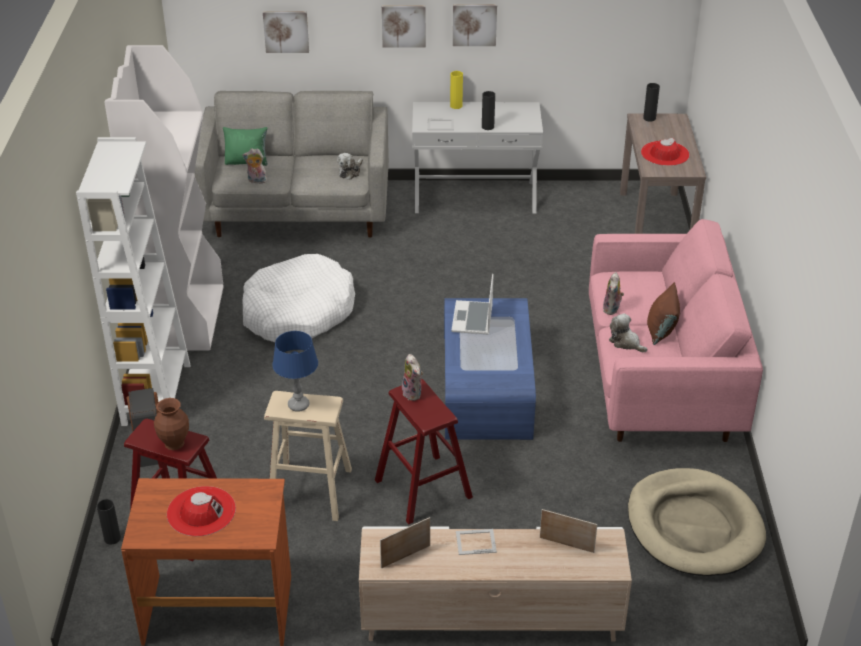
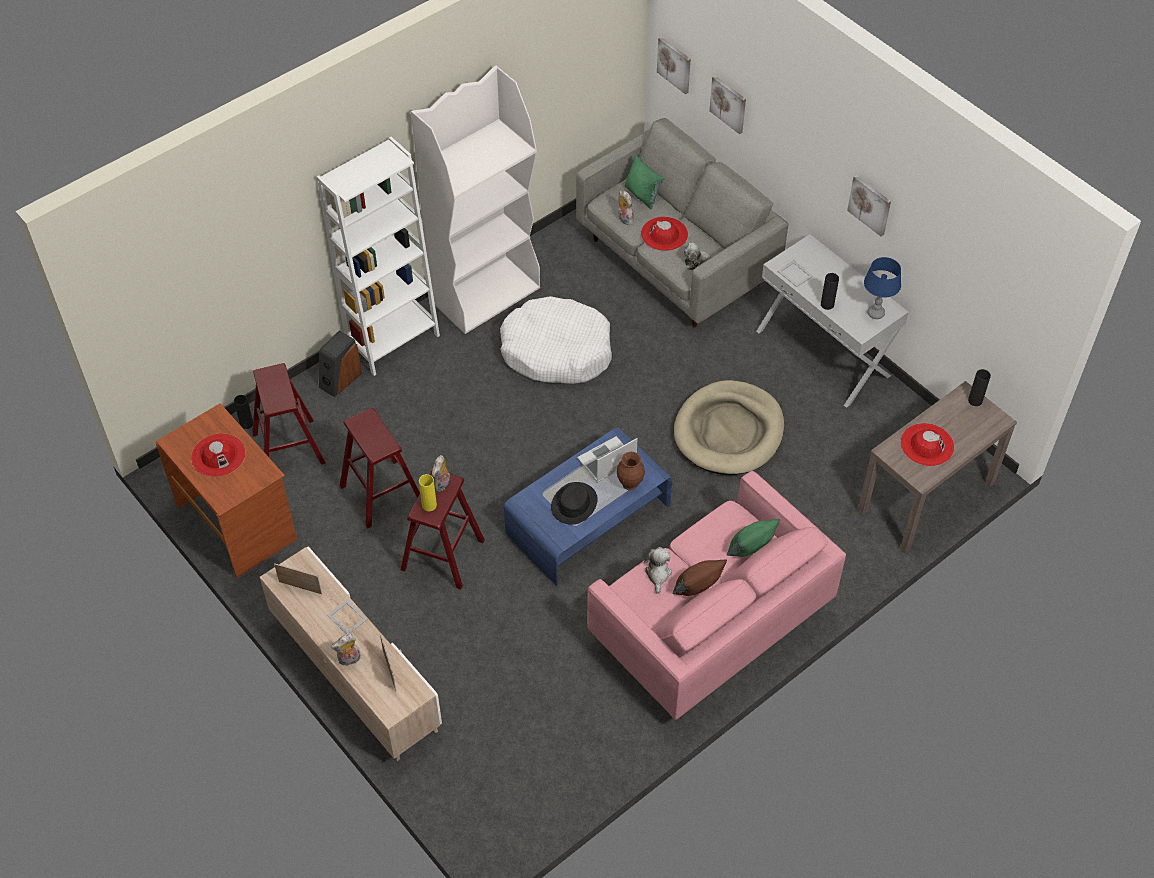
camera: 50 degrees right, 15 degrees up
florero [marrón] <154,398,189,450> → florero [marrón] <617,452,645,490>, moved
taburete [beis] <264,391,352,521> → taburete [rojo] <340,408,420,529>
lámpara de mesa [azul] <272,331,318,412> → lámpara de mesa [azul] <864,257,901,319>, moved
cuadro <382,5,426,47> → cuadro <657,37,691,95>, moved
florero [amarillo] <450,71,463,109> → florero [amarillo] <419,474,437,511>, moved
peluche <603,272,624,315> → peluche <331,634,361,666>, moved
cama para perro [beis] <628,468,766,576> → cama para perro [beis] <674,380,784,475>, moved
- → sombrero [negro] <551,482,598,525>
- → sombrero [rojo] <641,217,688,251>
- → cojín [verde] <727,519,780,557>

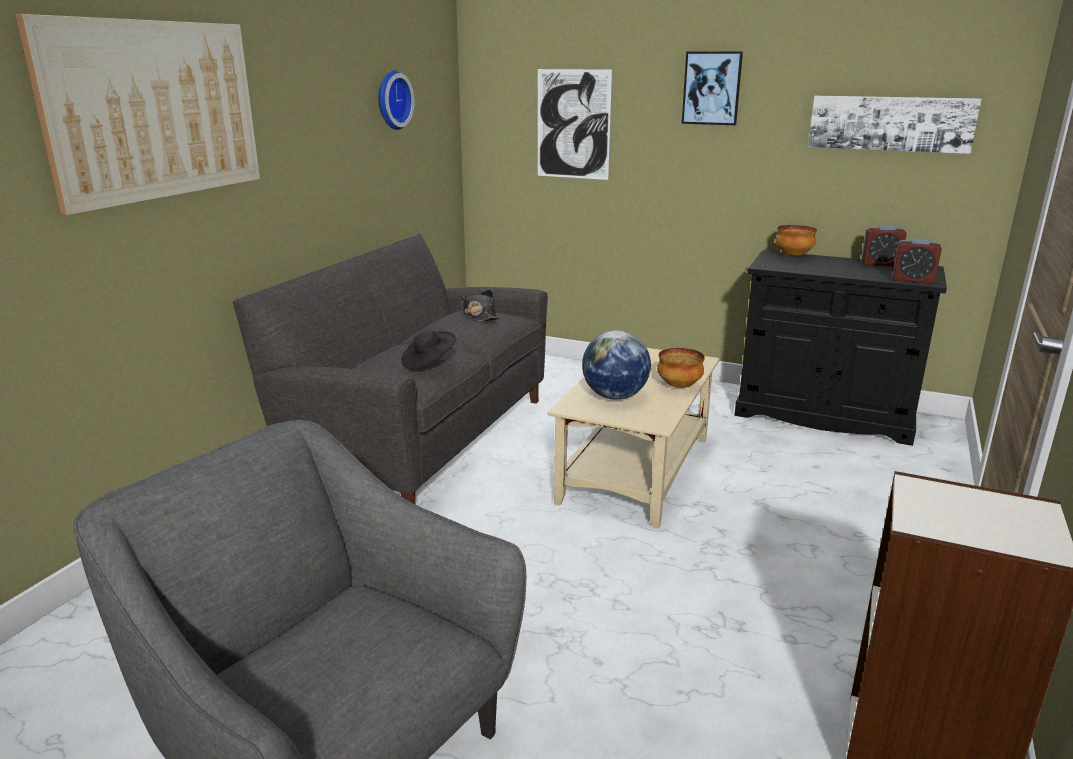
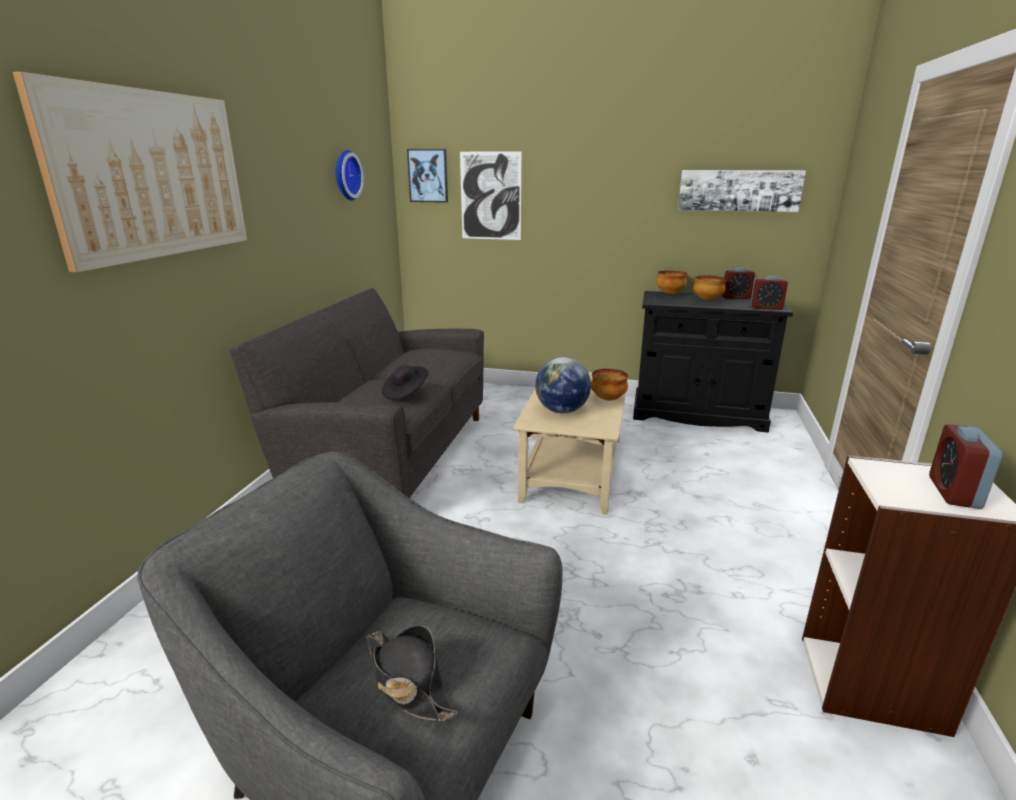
camera: 10 degrees left, 0 degrees up
sombrero [negro] <461,290,500,321> → sombrero [negro] <367,625,457,722>, moved
cuadro <682,51,743,125> → cuadro <407,149,448,203>, moved
- → cuenco <693,276,727,301>
- → despertador <929,424,1002,509>

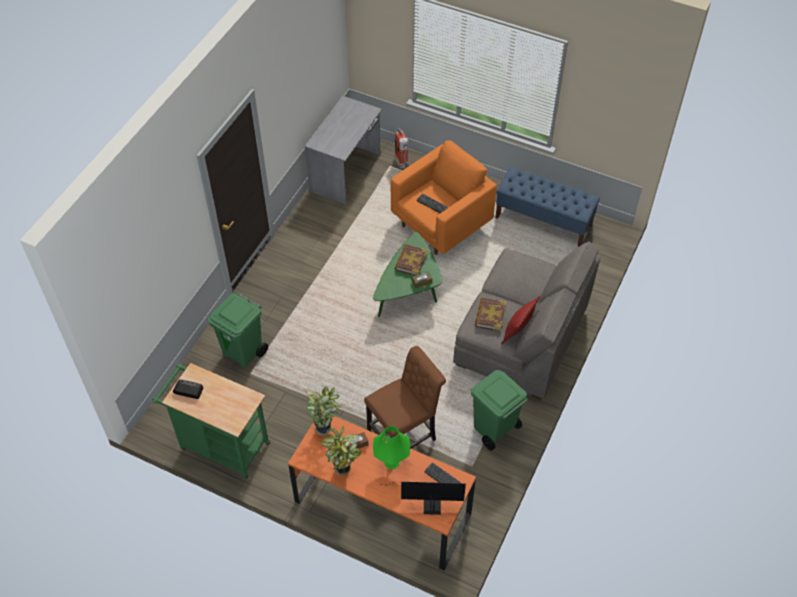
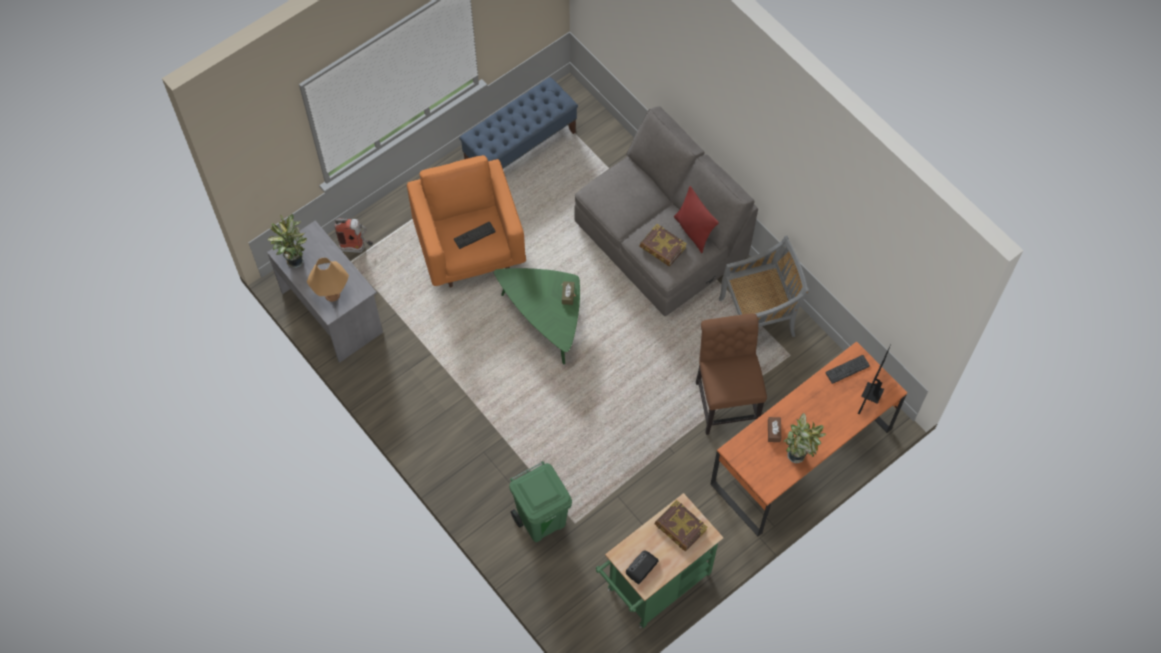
camera: 65 degrees left, 10 degrees up
planta en maceta <305,386,342,435> → planta en maceta <268,214,307,268>, moved
lámpara de mesa [verde] <373,426,410,469> → -
libro <395,244,427,276> → libro <654,500,707,551>, moved
papelera [verde] <471,370,528,451> → silla [gris] <719,236,809,337>
- → lámpara de mesa [naranja] <307,258,349,302>

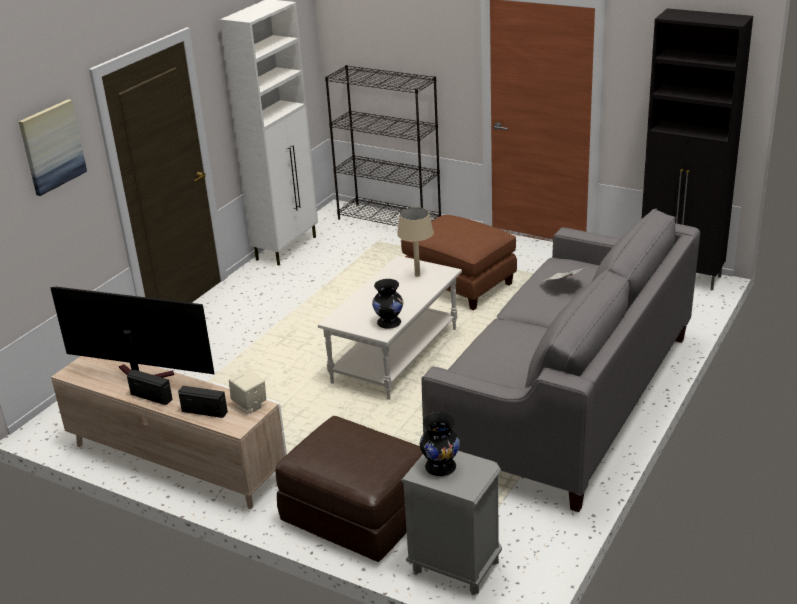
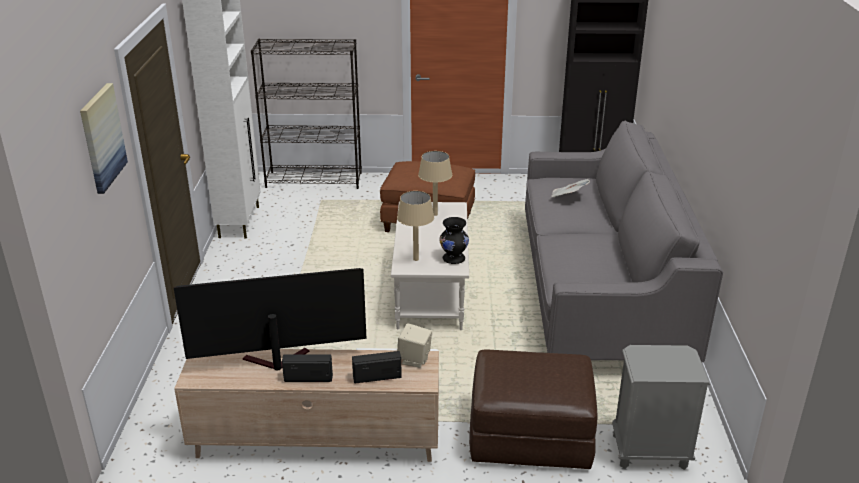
camera: 30 degrees left, 0 degrees up
florero [negro] <420,412,460,476> → -
- → lámpara de mesa [beis] <397,191,434,261>

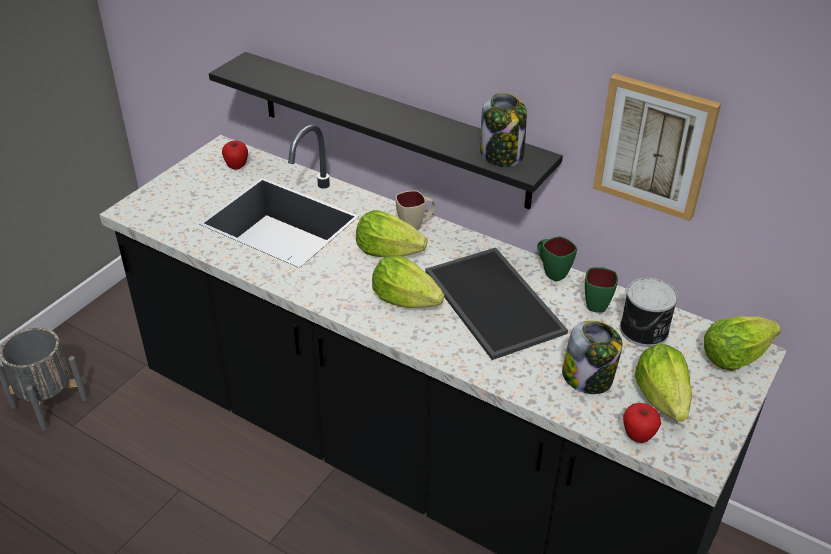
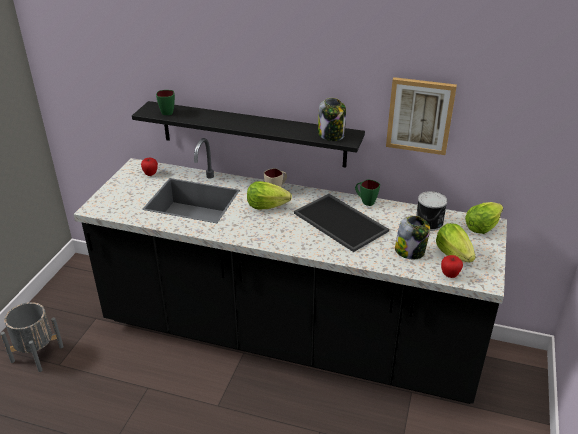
camera: 15 degrees left, 5 degrees down
lechuga <372,255,445,308> → -
taza grande [verde] <585,267,618,313> → taza grande [verde] <156,90,175,115>, moved

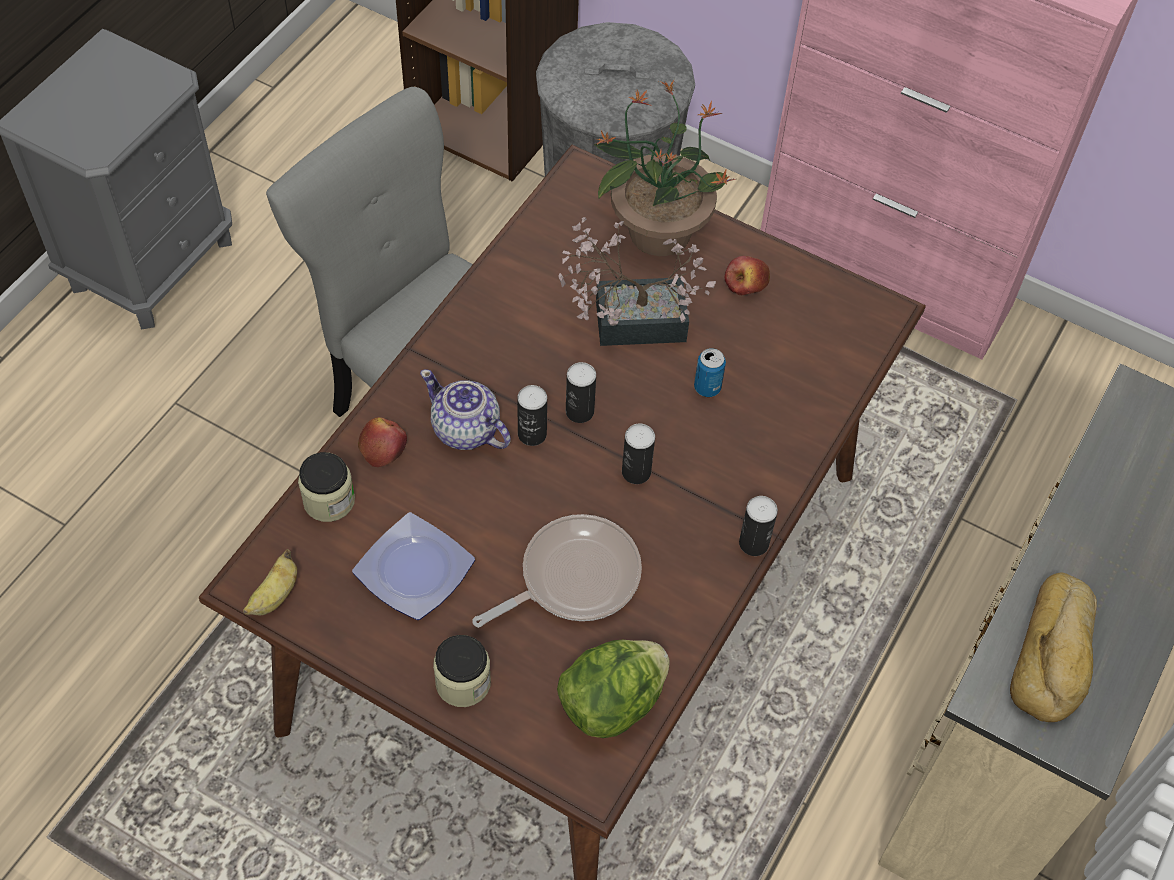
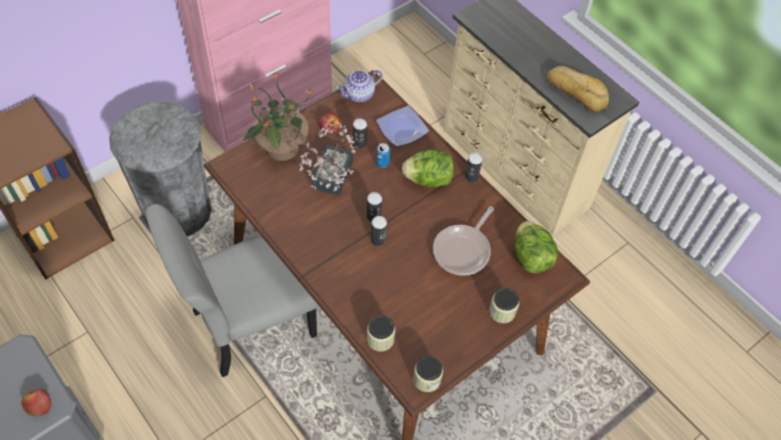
camera: 70 degrees left, 0 degrees up
plátano <243,549,297,615> → tarro <413,355,443,392>
plato <352,512,475,620> → plato <376,106,429,147>, moved
manzana <358,417,407,467> → manzana <21,388,51,416>, moved
tetera <420,370,511,450> → tetera <336,70,382,103>, moved
sartén <472,514,642,628> → sartén <433,206,494,276>, 135 degrees counterclockwise
lata <622,424,655,484> → lata <353,118,367,149>, moved
- → lechuga <402,149,454,188>

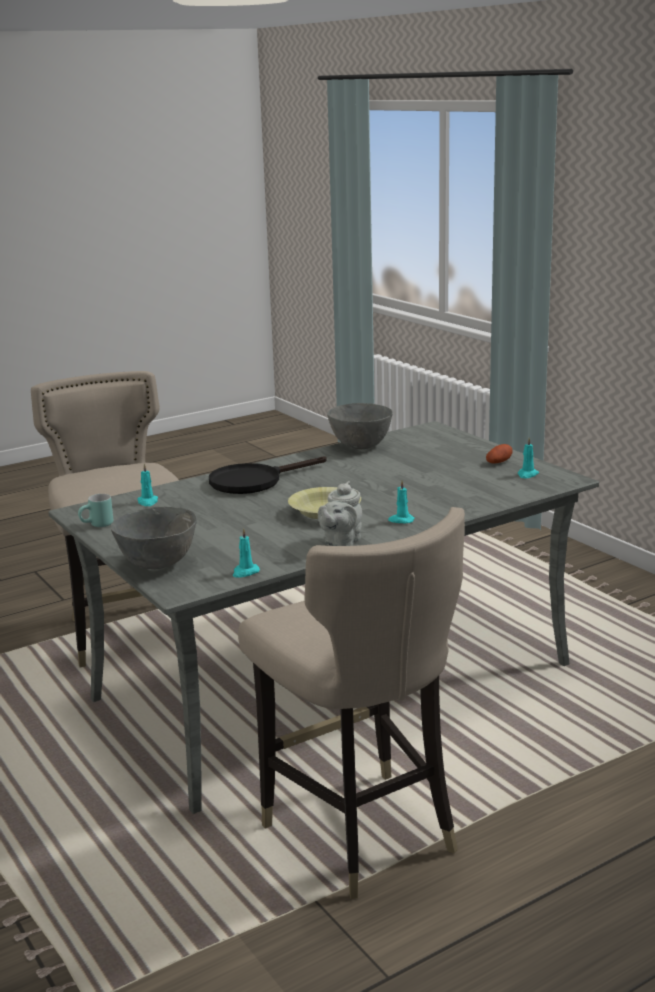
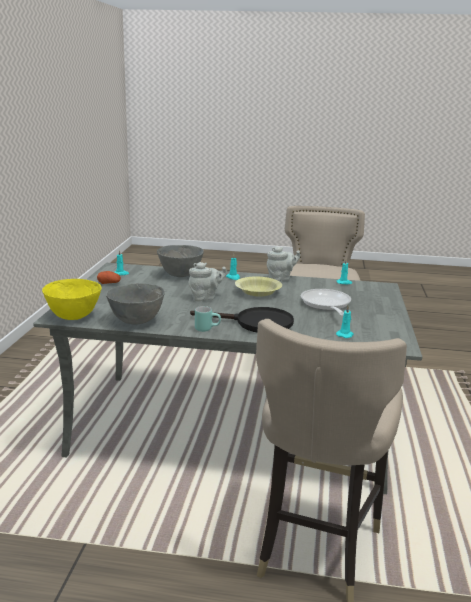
camera: 140 degrees left, 0 degrees up
taza grande [turquesa] <78,494,113,527> → taza grande [turquesa] <195,306,221,332>, moved
cuenco [gris] <111,507,197,569> → cuenco [gris] <157,245,204,277>, moved
- → cuenco [amarillo] <42,279,102,320>
- → tetera [gris] <188,262,227,301>
- → sartén <301,289,351,316>

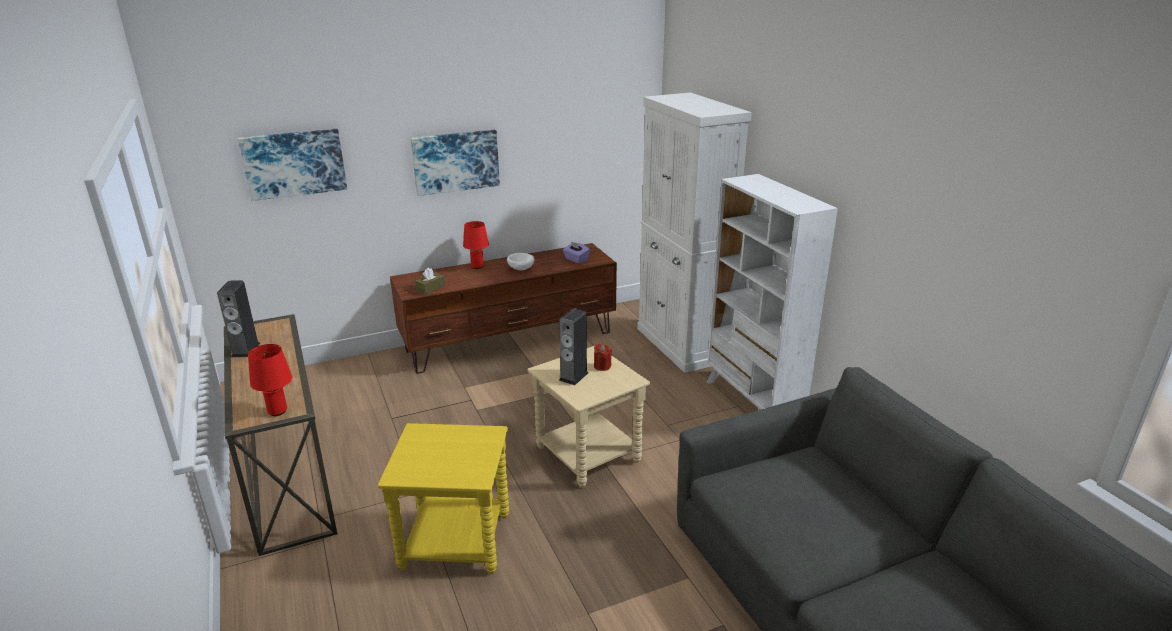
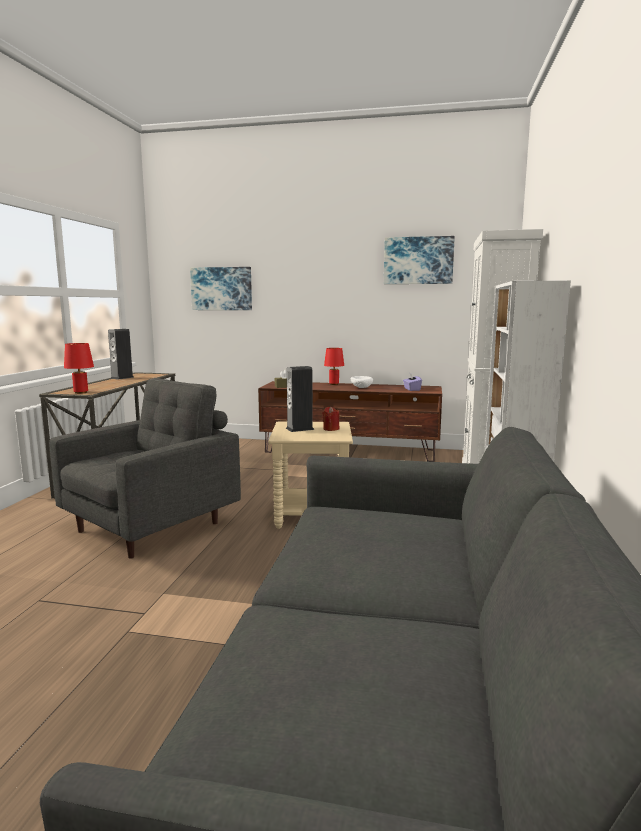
camera: 35 degrees right, 15 degrees down
mesa auxiliar [amarillo] <378,423,509,574> → sillón [gris] <49,378,241,559>
cuadro <411,130,500,196> → cuadro <384,236,455,284>, moved

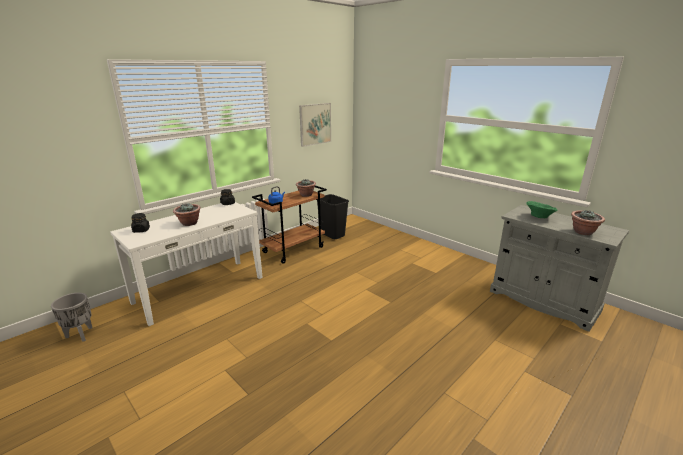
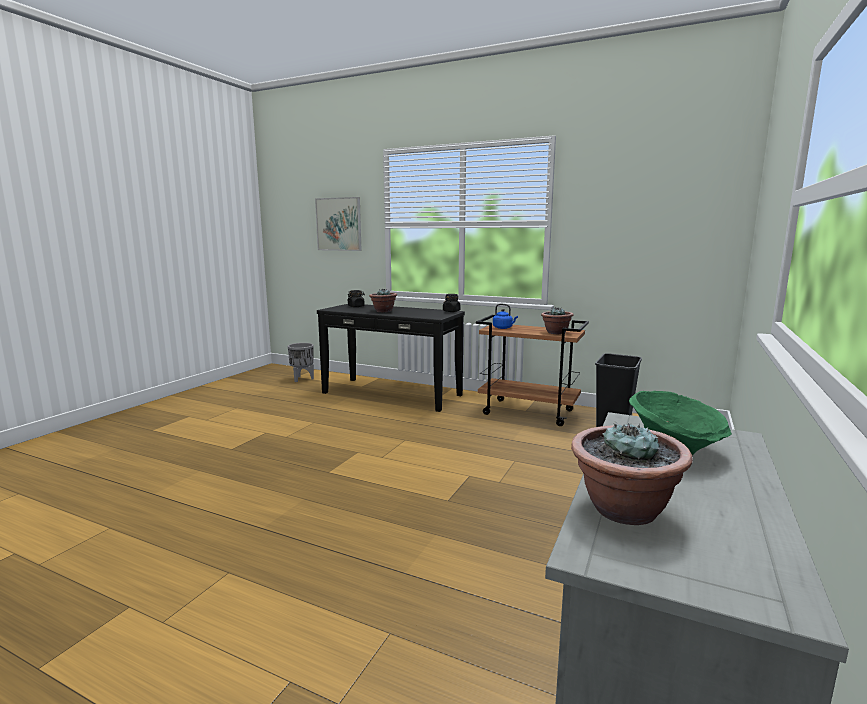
camera: 70 degrees right, 10 degrees down
mesa consola [blanco] <110,202,263,326> → mesa consola [negro] <317,304,465,412>
cuadro <299,103,331,147> → cuadro <315,197,362,251>, moved

